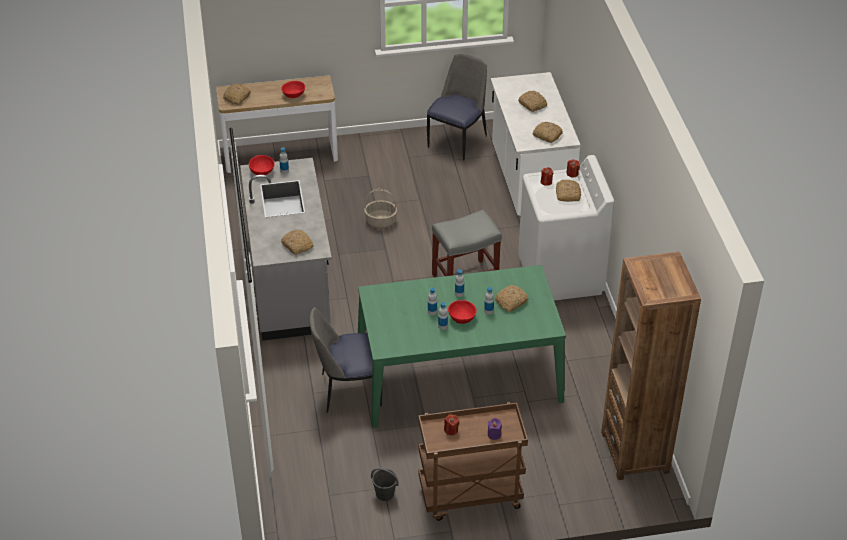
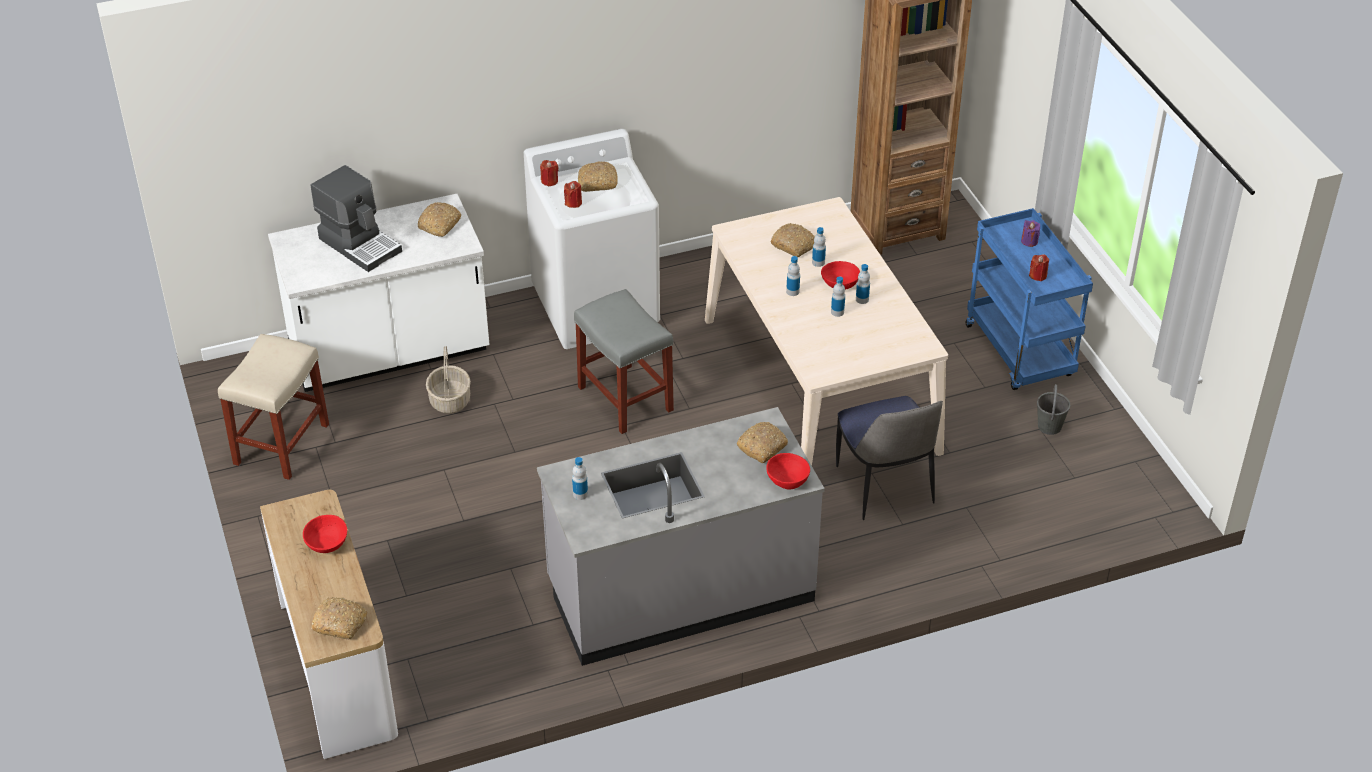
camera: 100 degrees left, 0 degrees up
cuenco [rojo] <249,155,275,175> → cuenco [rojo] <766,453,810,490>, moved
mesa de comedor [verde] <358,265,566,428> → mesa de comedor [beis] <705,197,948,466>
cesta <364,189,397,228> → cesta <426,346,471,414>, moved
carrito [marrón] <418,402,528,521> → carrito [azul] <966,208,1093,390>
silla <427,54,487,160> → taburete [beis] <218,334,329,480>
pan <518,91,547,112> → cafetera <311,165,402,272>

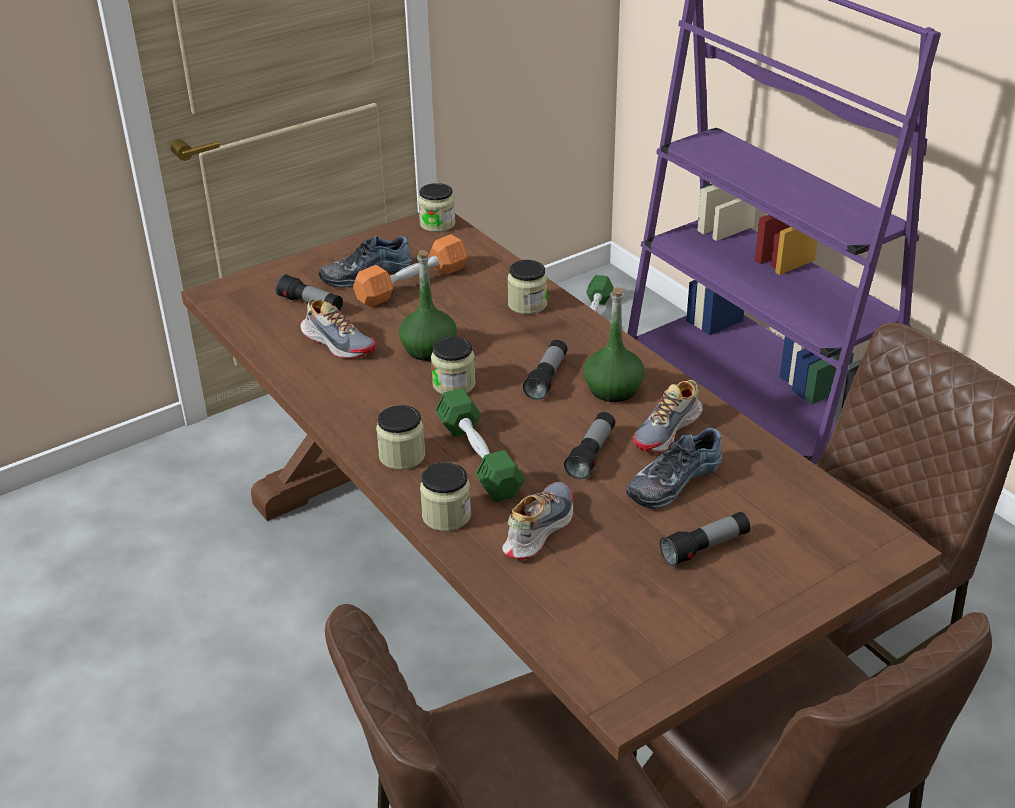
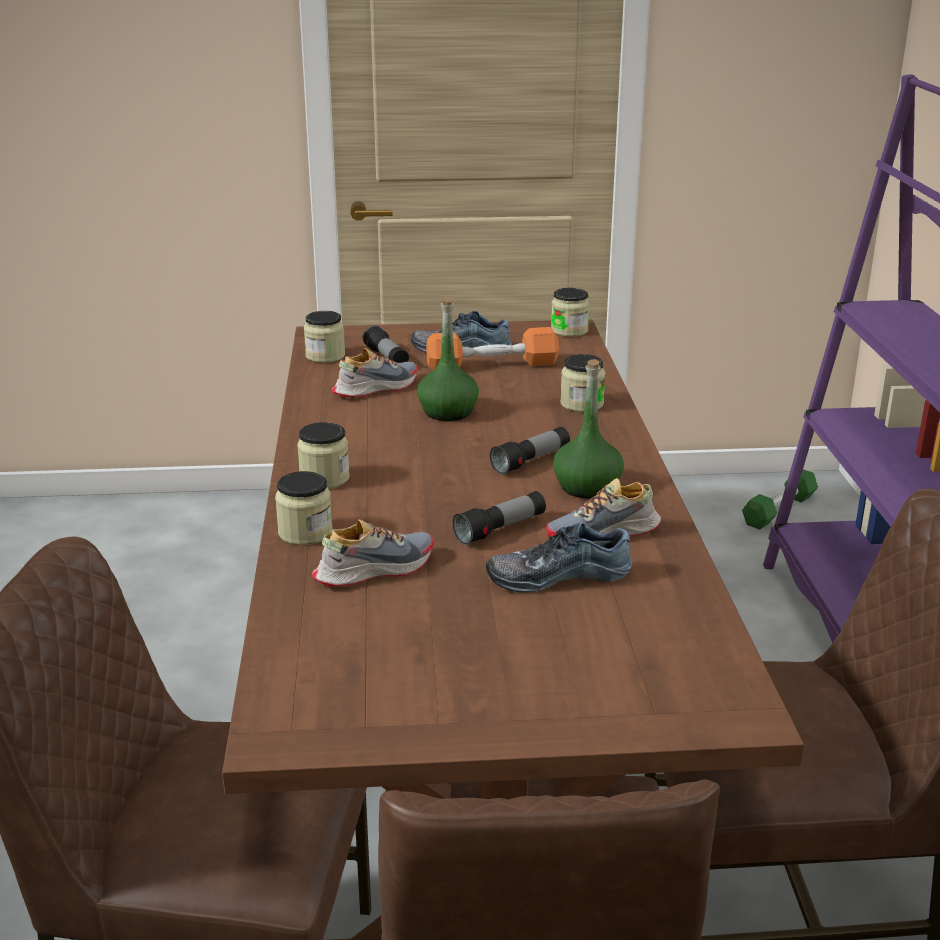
camera: 30 degrees right, 10 degrees down
zapato <300,299,376,359> → zapato <332,348,418,397>, 105 degrees counterclockwise
tarro <431,336,476,394> → tarro <304,311,345,363>, moved
mancuerna [verde] <435,388,525,502> → -
linterna <659,512,750,567> → -

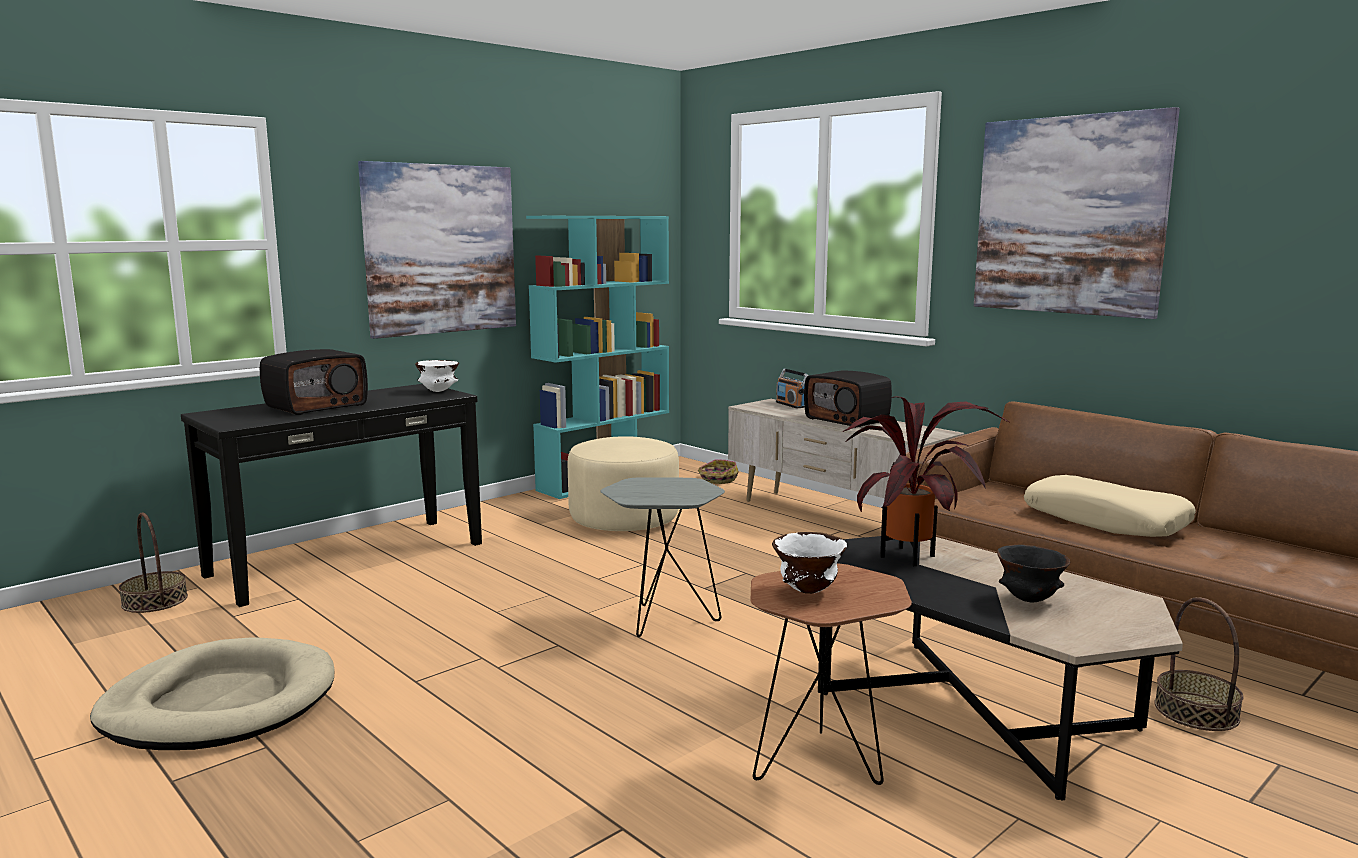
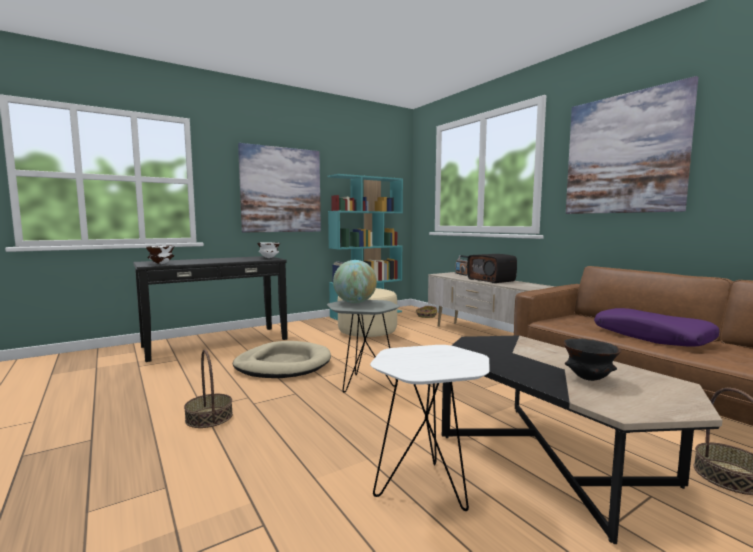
camera: 10 degrees right, 5 degrees down
cama para perro [beis] <90,637,334,750> → cama para perro [beis] <233,341,331,378>, moved
cesta <119,513,188,613> → cesta <184,350,233,428>, moved
radio <260,349,368,415> → -
mesa auxiliar [marrón] <750,563,912,785> → mesa auxiliar [blanco] <370,345,490,511>
cuenco [blanco] <772,532,847,594> → cuenco [blanco] <145,246,175,264>, moved
planta en maceta <843,396,1009,566> → -
cojín [beis] <1024,475,1196,537> → cojín [morado] <594,308,720,346>
- → globo terráqueo <333,260,377,303>

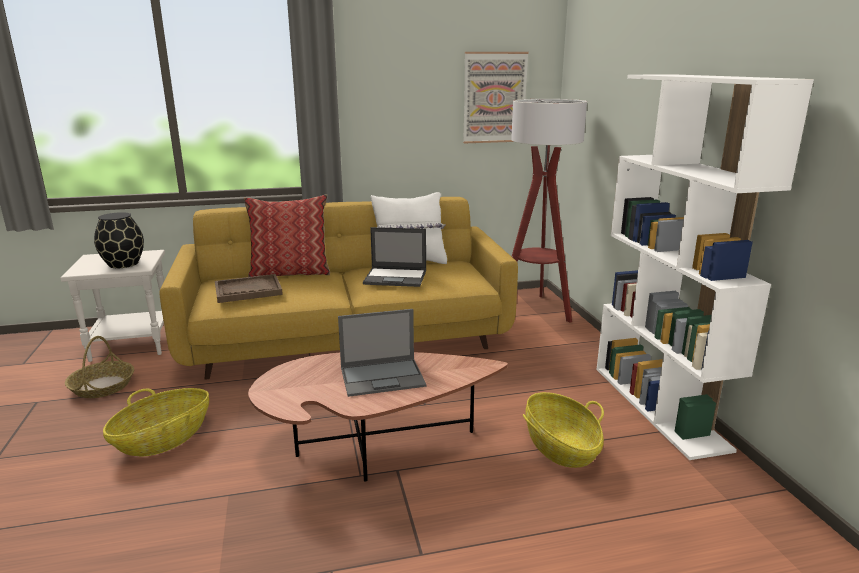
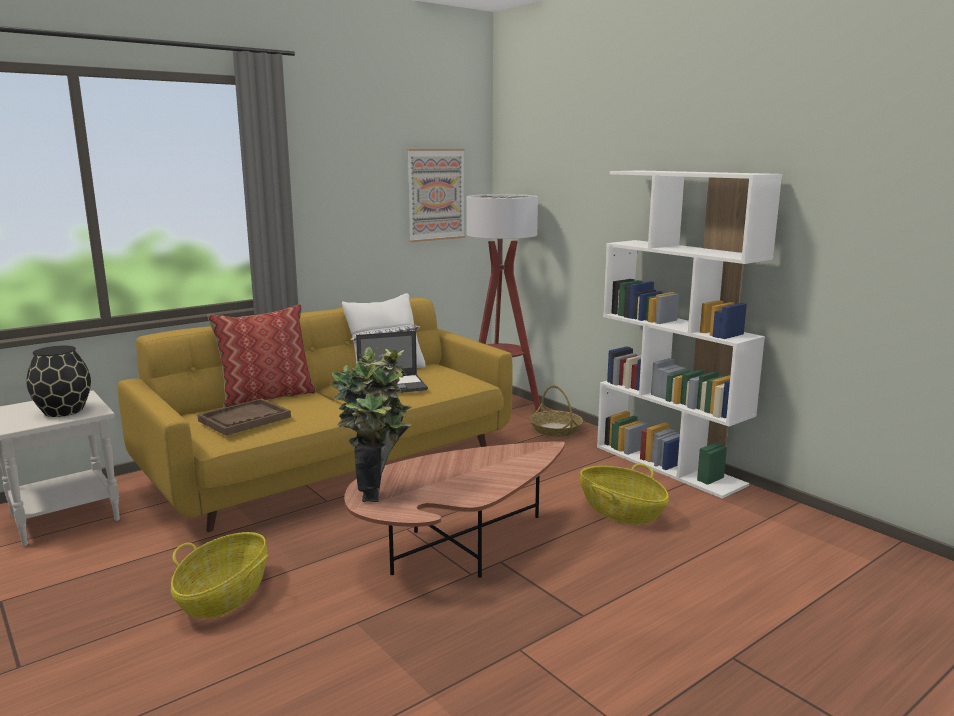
camera: 25 degrees left, 5 degrees down
cesta <65,336,134,398> → cesta <530,385,583,437>, moved
portátil <338,309,426,397> → -
- → planta en maceta <330,347,412,502>

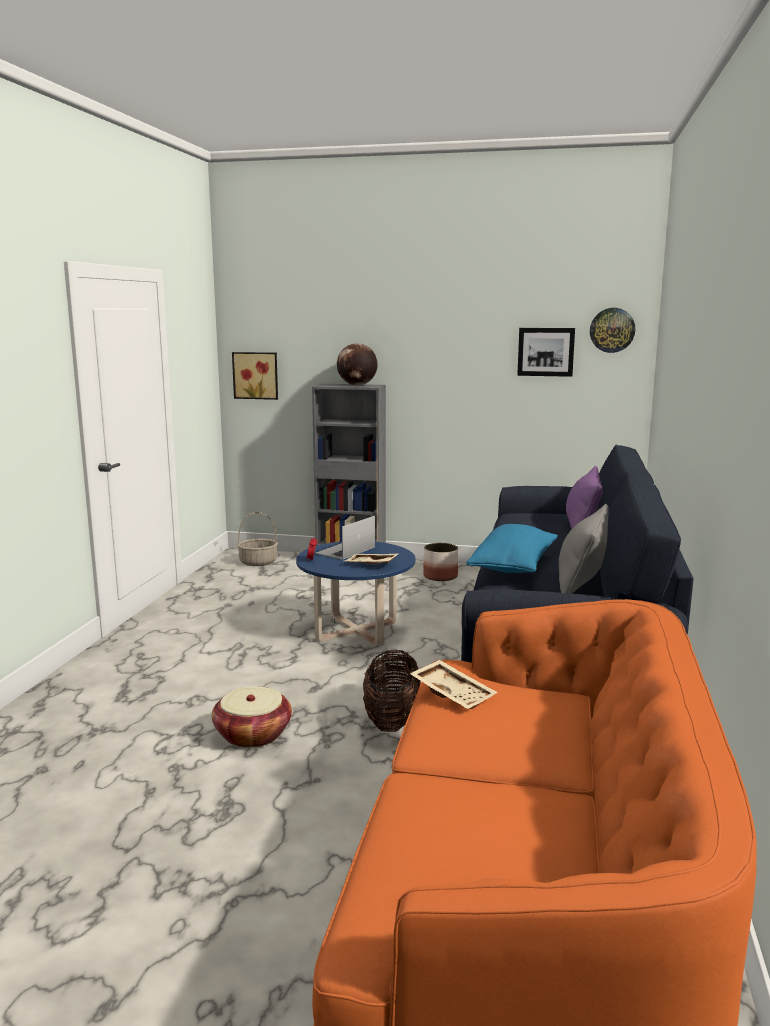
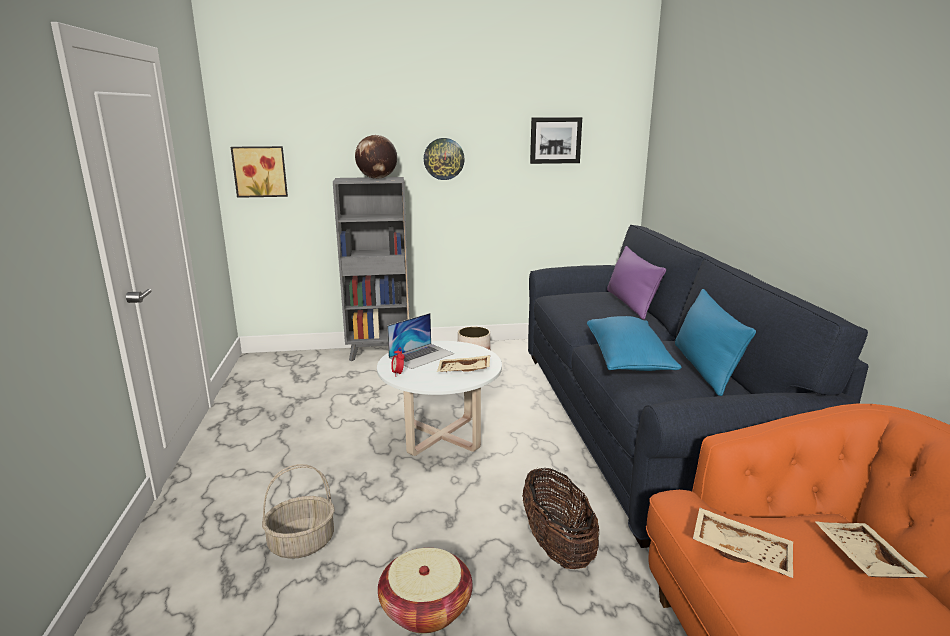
camera: 20 degrees left, 5 degrees up
cesta <237,512,278,566> → cesta <262,464,335,559>, moved
mesa de centro [azul] <296,542,415,646> → mesa de centro [blanco] <377,341,502,456>
portátil <315,516,375,560> → portátil <387,313,454,369>, 150 degrees counterclockwise
cojín [gris] <559,504,609,594> → cojín [azul] <675,289,756,396>
reloj de pared <590,308,635,353> → reloj de pared <424,138,465,180>, moved
- → bandeja [beis] <814,521,928,578>

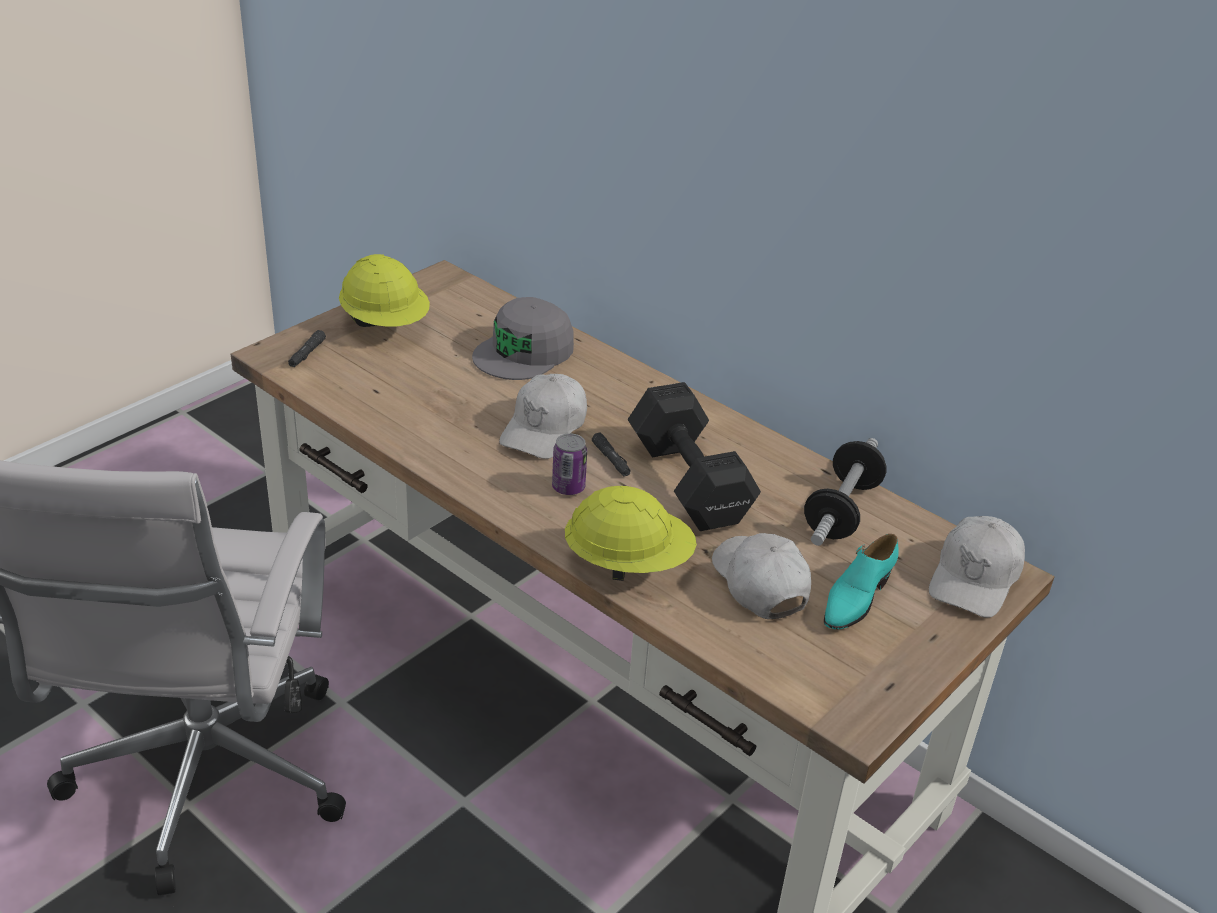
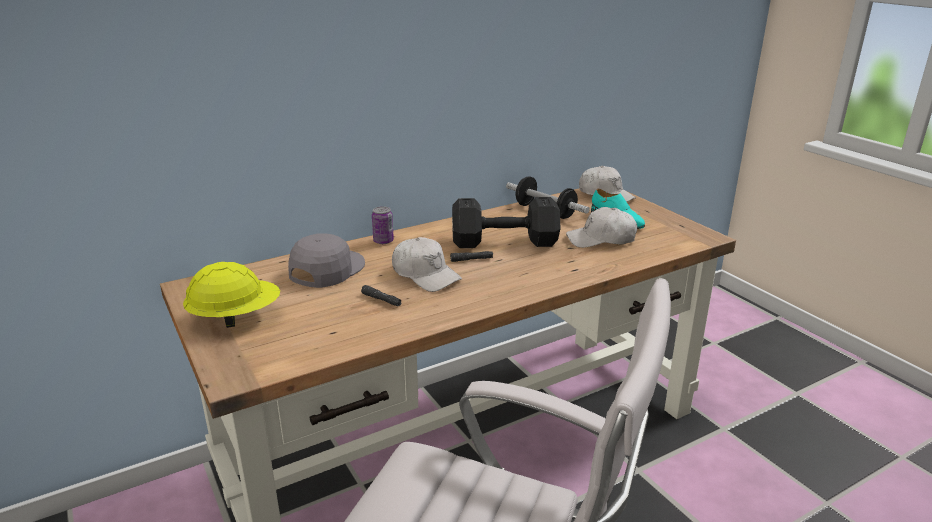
camera: 70 degrees left, 10 degrees down
linterna [negro] <288,330,326,367> → linterna [negro] <361,285,401,306>, moved
gorra [gris] <472,297,574,380> → gorra [gris] <288,233,365,288>, 120 degrees counterclockwise
lata <552,433,587,495> → lata <372,206,394,244>, moved
casco [amarillo] <565,486,697,581> → -

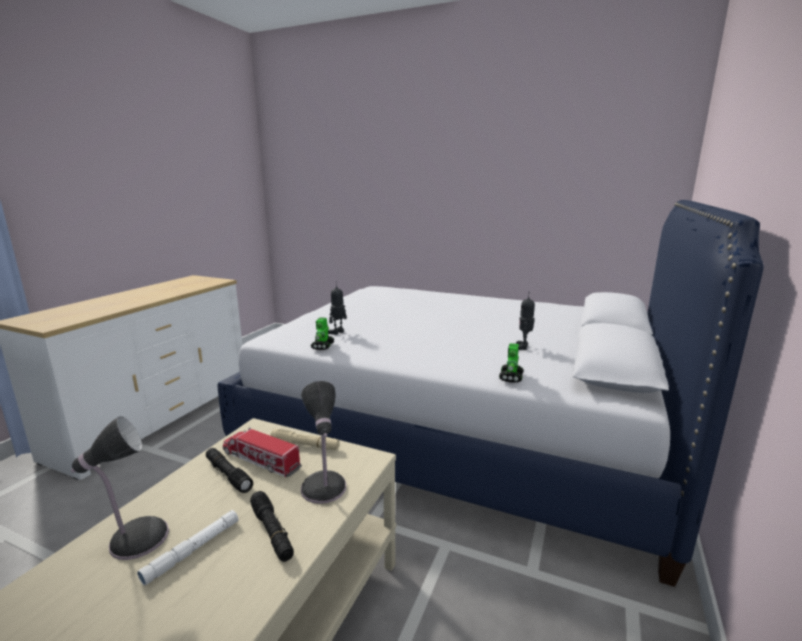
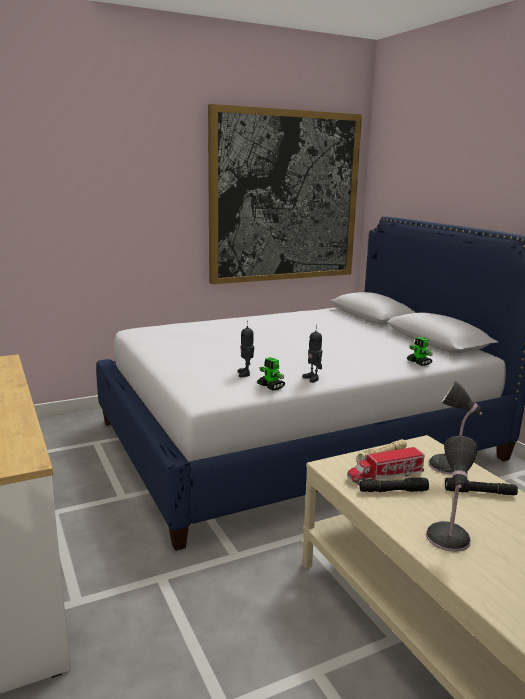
camera: 50 degrees left, 0 degrees up
linterna [blanco] <137,510,238,586> → -
robot de juguete <516,296,535,350> → robot de juguete <303,325,322,383>, moved
- → cuadro <208,104,362,284>

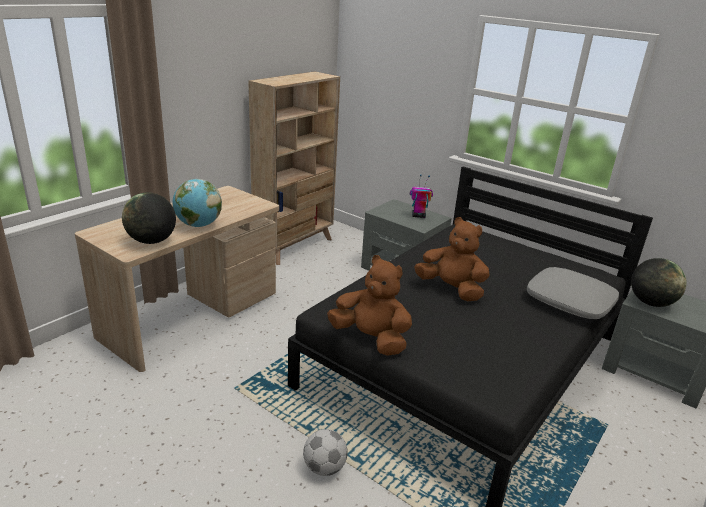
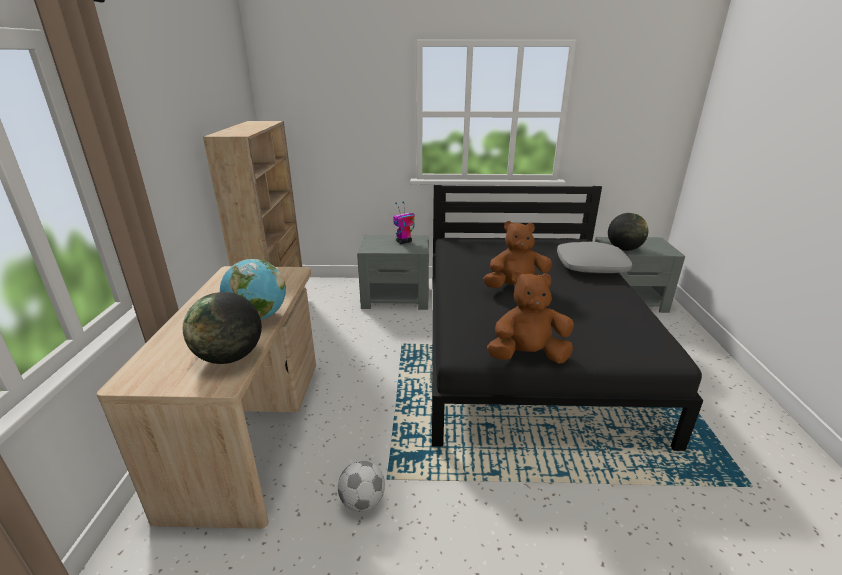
camera: 35 degrees left, 0 degrees up
balón de fútbol <303,429,348,476> → balón de fútbol <338,461,385,512>, moved

